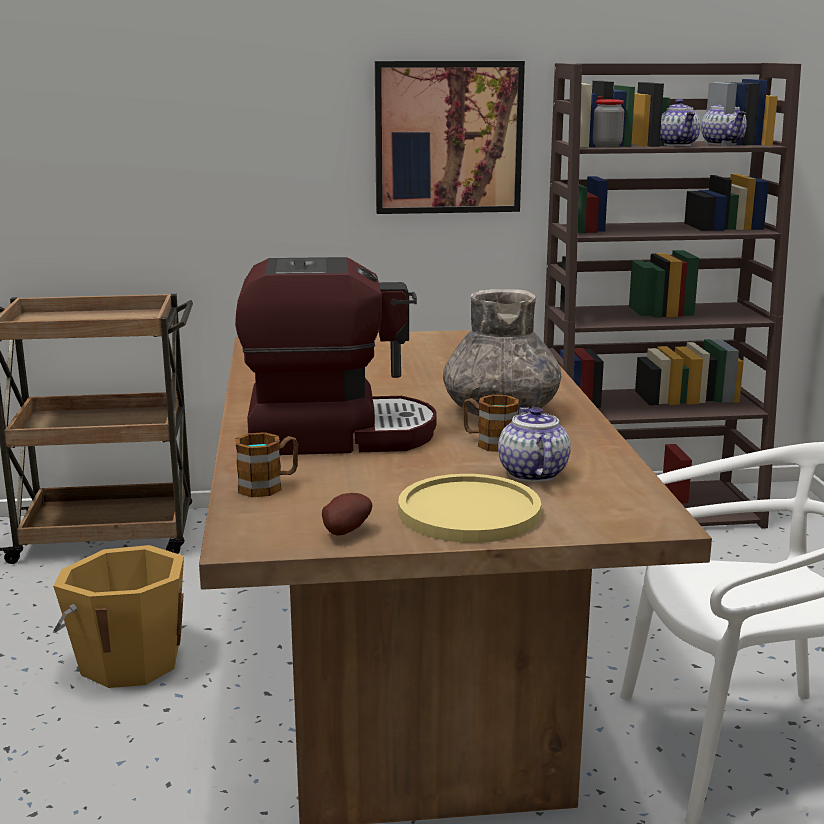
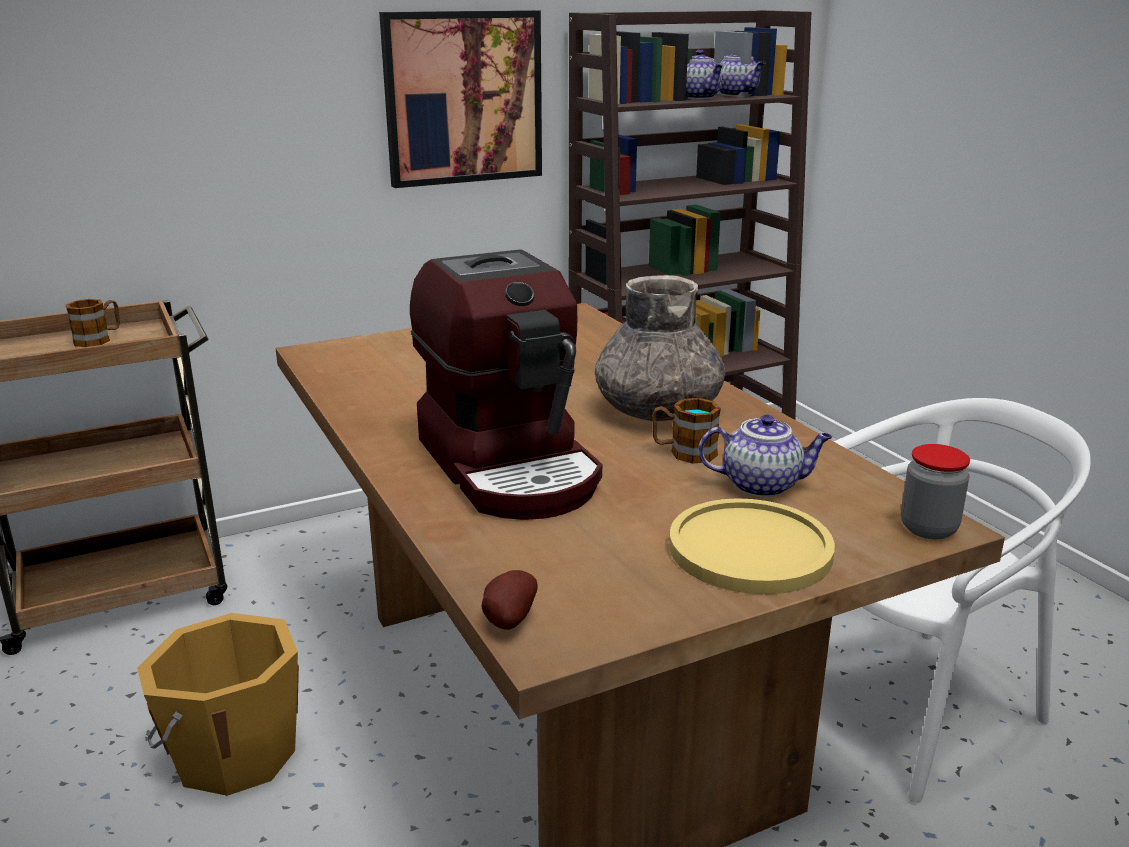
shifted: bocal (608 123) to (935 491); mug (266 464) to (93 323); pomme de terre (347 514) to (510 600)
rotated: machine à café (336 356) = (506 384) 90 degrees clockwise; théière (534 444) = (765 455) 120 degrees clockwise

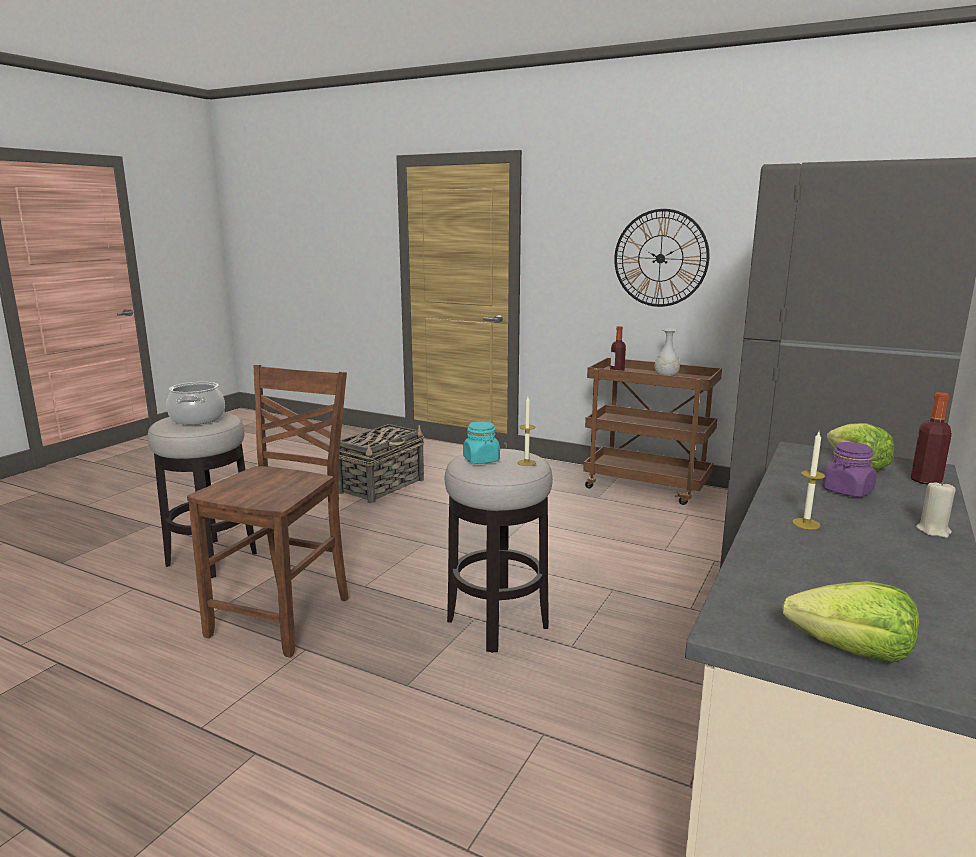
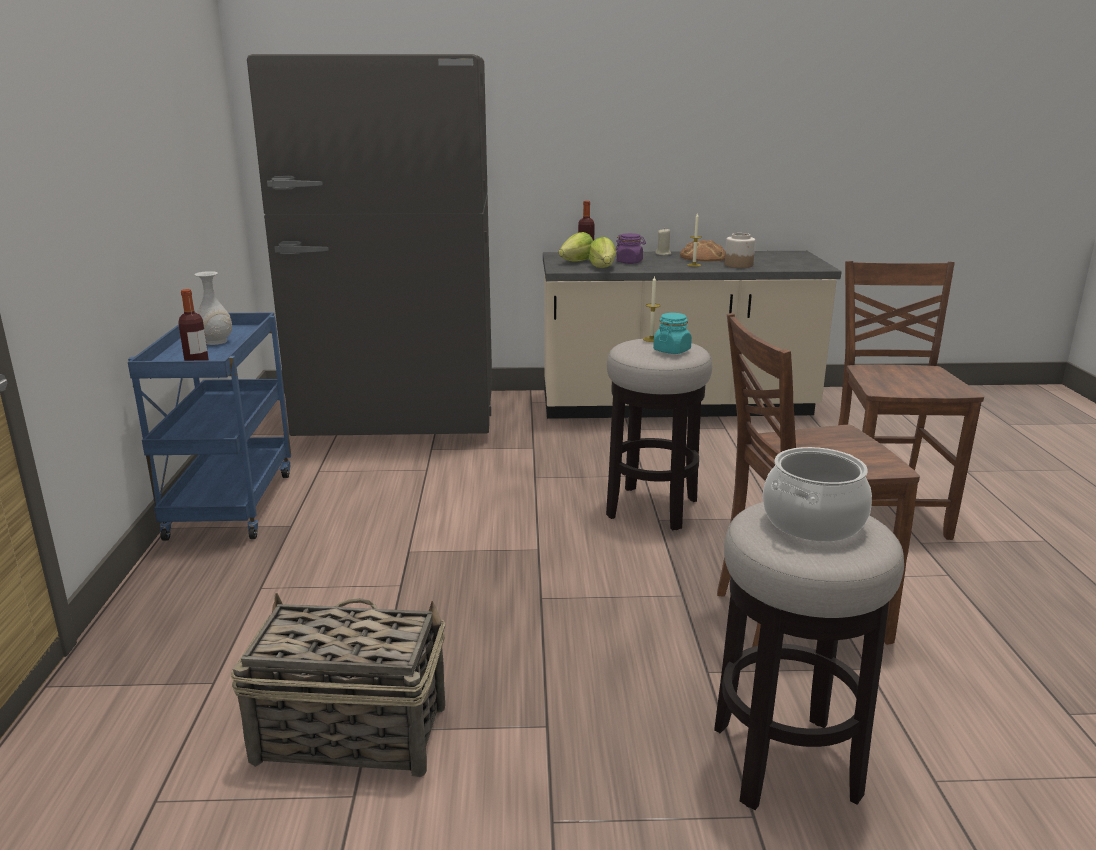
gone: horloge murale (661 258)
new: bocal (740 250); pain (702 251); chaise (marron) (911 400)
shifted: laitue (850 622) to (602 252)
repainted: chariot (marron) (652 431) to chariot (bleu) (209 426)

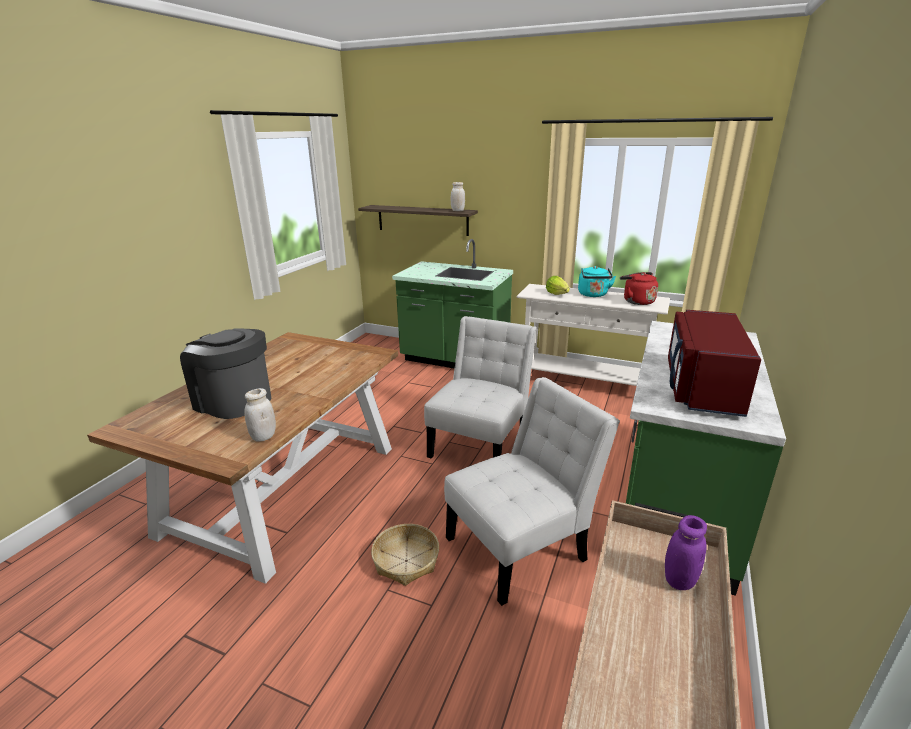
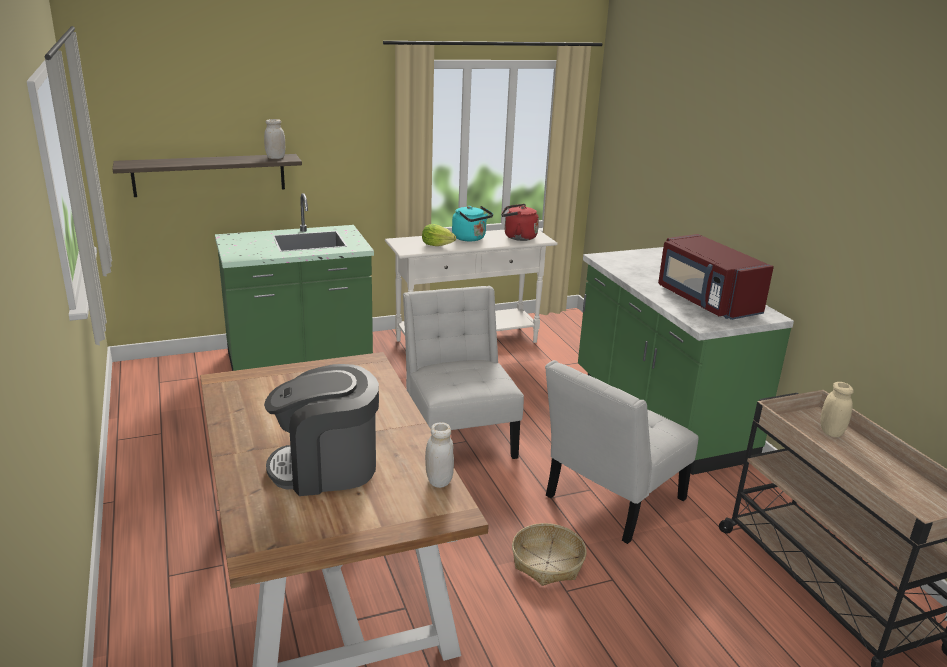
repainted: bocal (violet) (686 552) to bocal (beige) (837 409)
rotated: chaise (blanc) (532 491) = (622 452) 150 degrees counterclockwise

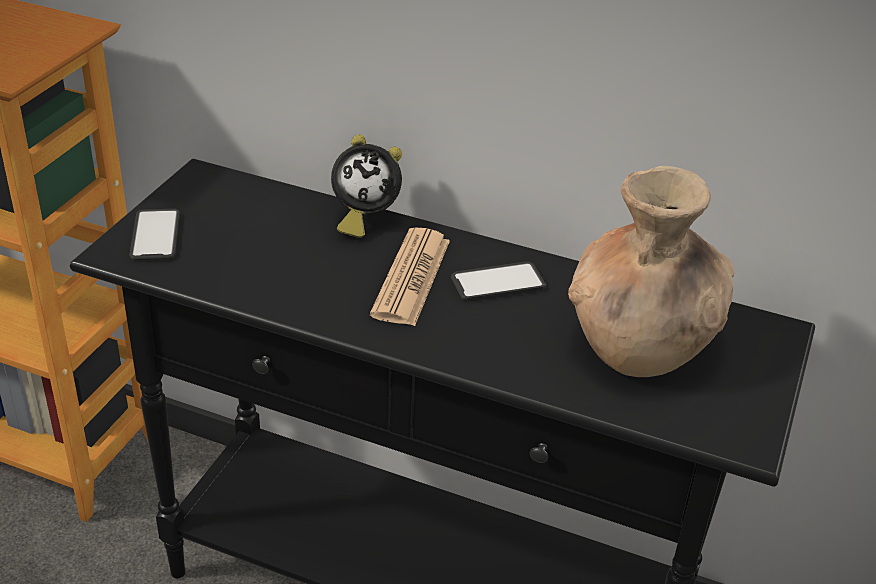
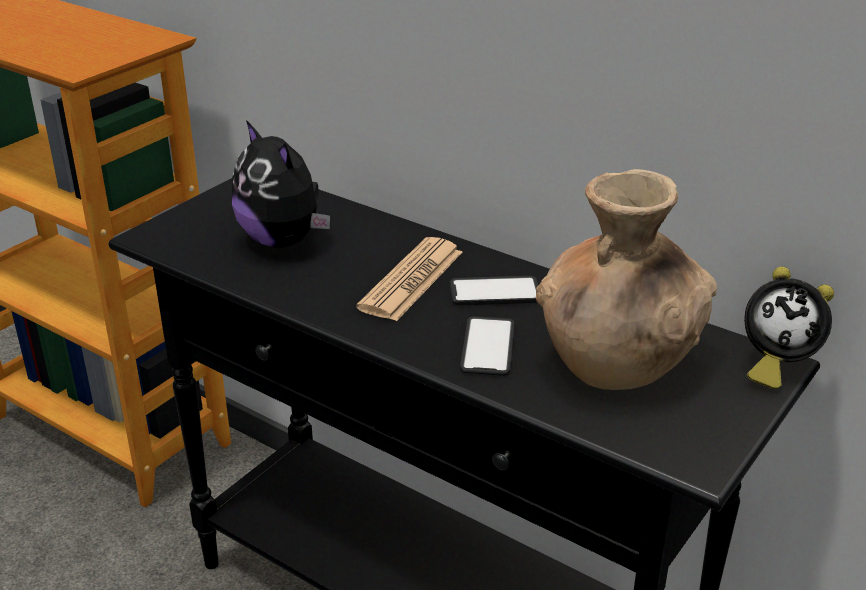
new: peluche (281 184)
shifted: réveil (366 186) to (789 328); téléphone (155 234) to (487 346)

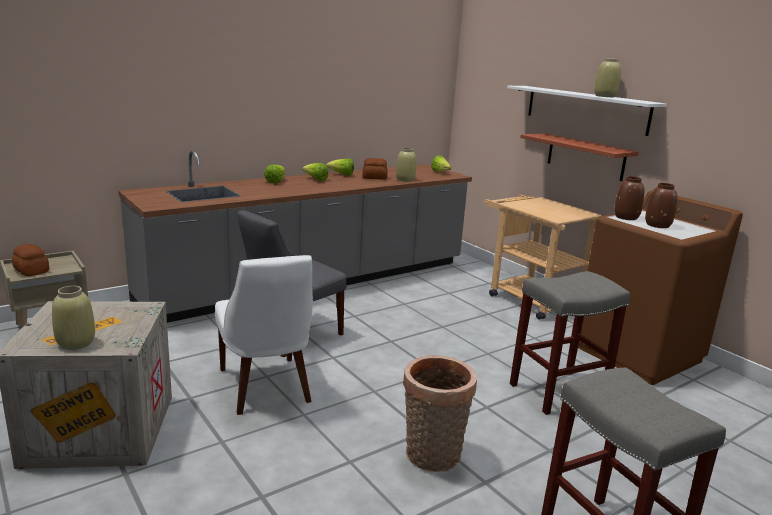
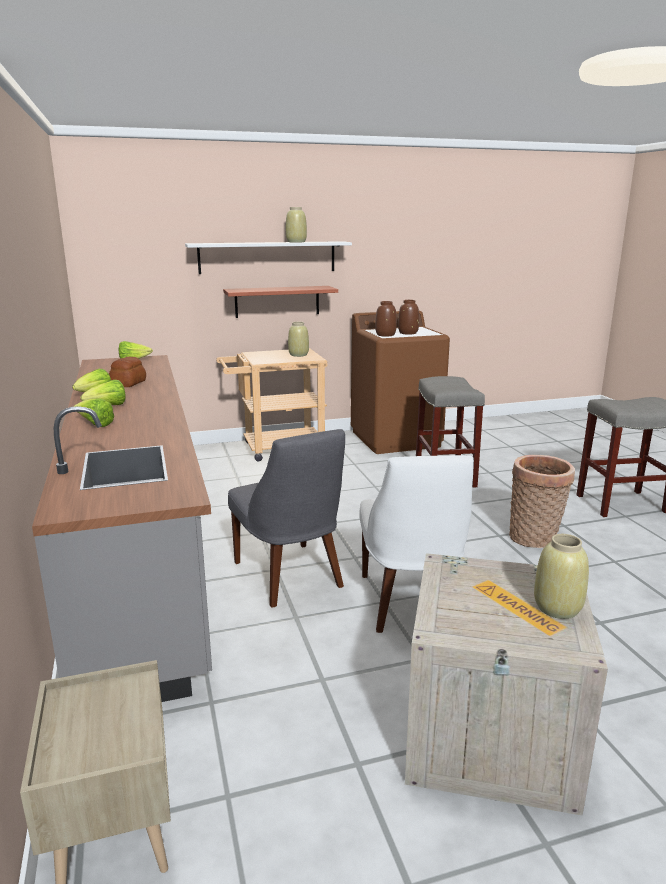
gone: pain (30 260)
shifted: vase (beige) (406 165) to (298 339)
rotated: chaise (blanc) (264 335) = (416 544) 90 degrees clockwise

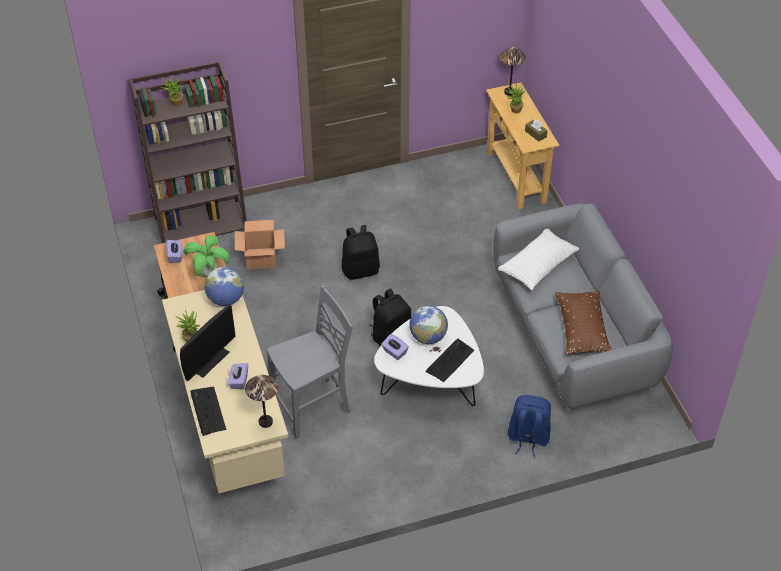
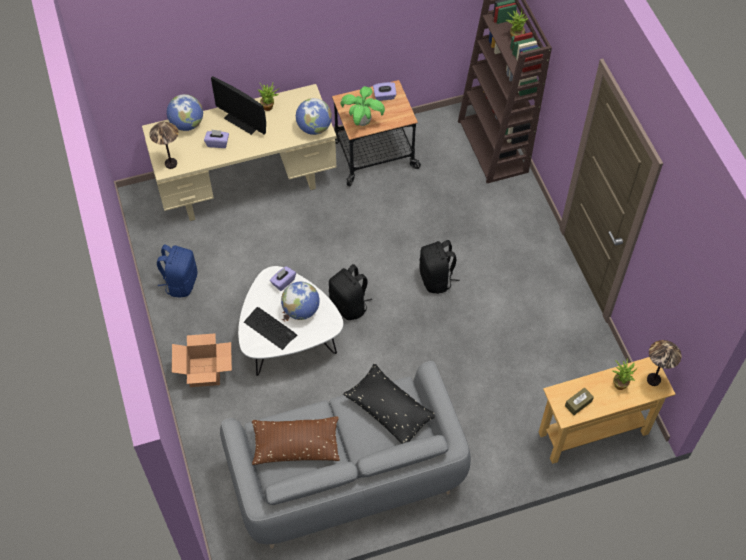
gone: chaise (gris) (310 362)
shifted: carton (260 244) to (202 360); sac à dos (bleu) (529 426) to (177 271)
swapped: clavier (208 411) to globe (185 112)
repainted: coussin (blanc) (538 259) to coussin (noir) (389 404)

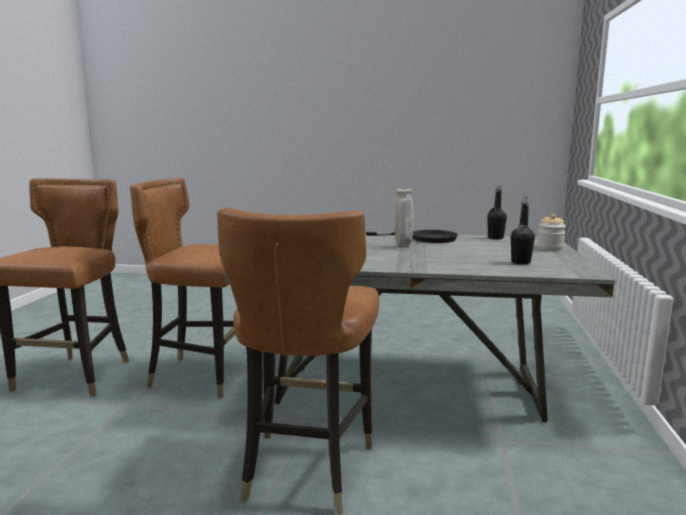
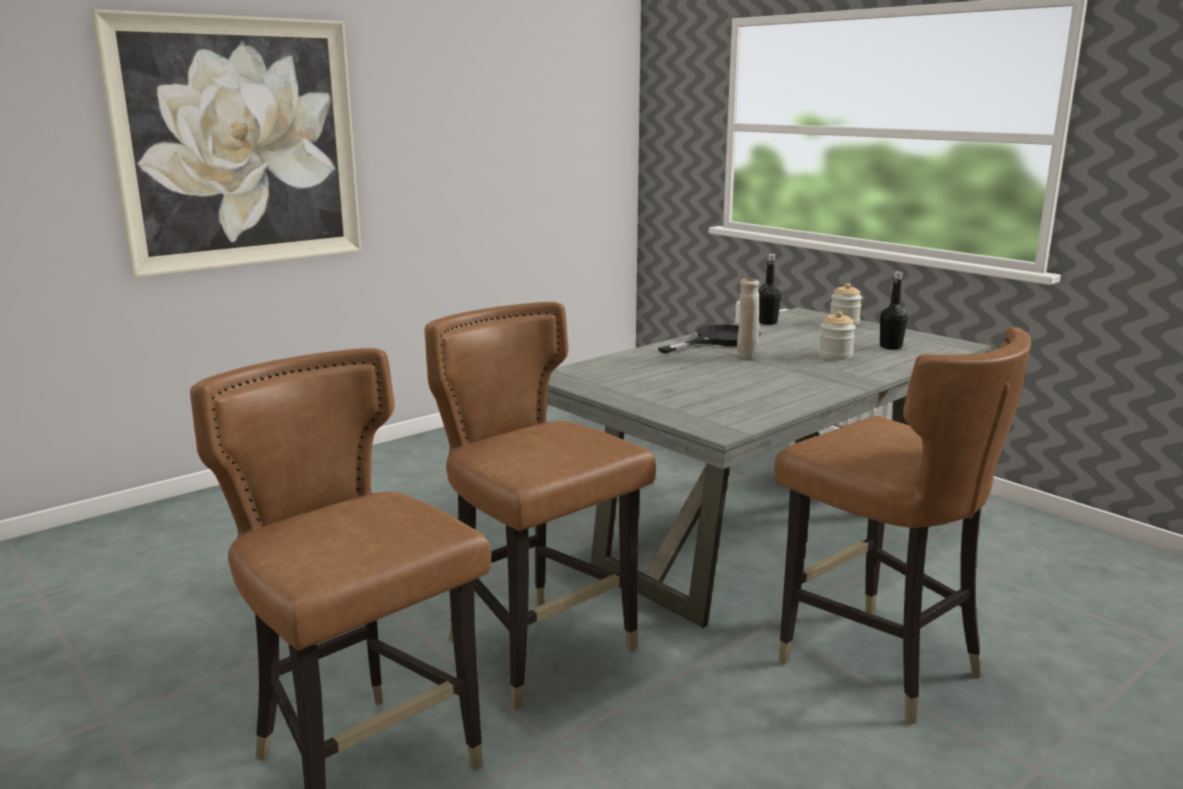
new: tableau (226 143); bocal (837 335)
rotated: chaise (marron) (188 288) = (540 506) 90 degrees clockwise

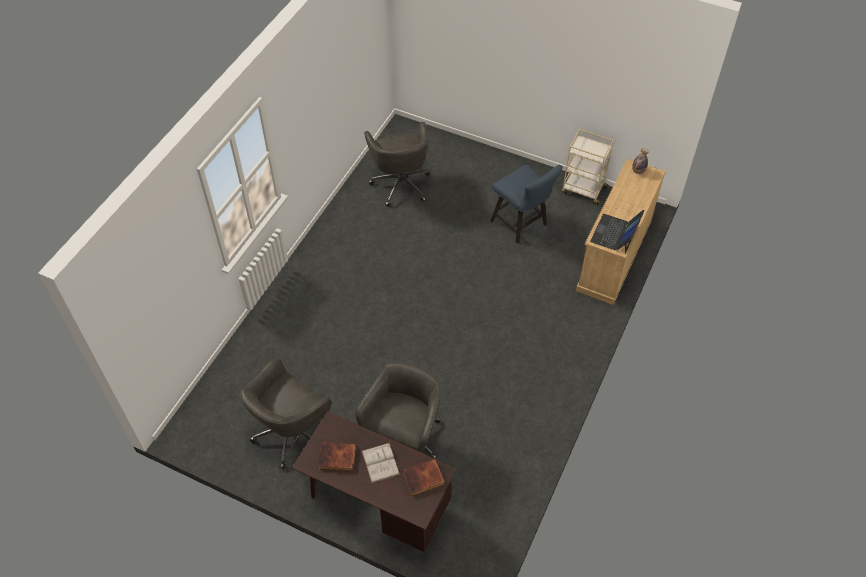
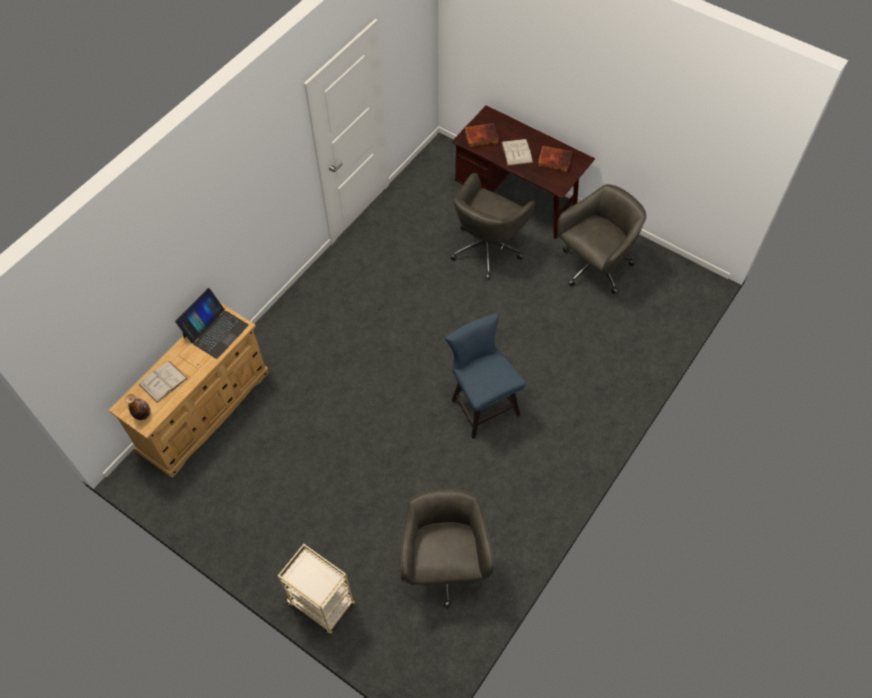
new: livre (blanc) (163 382)
shifted: chariot (beige) (588 167) to (316 589); chaise (bleu) (527 204) to (485 376)

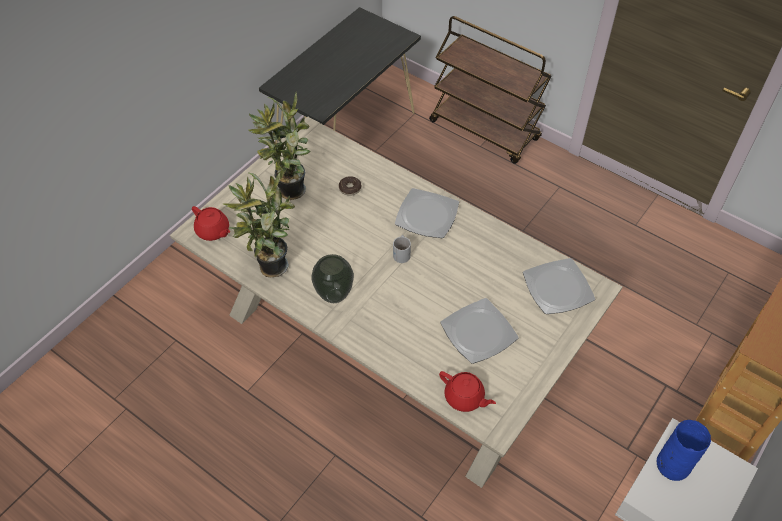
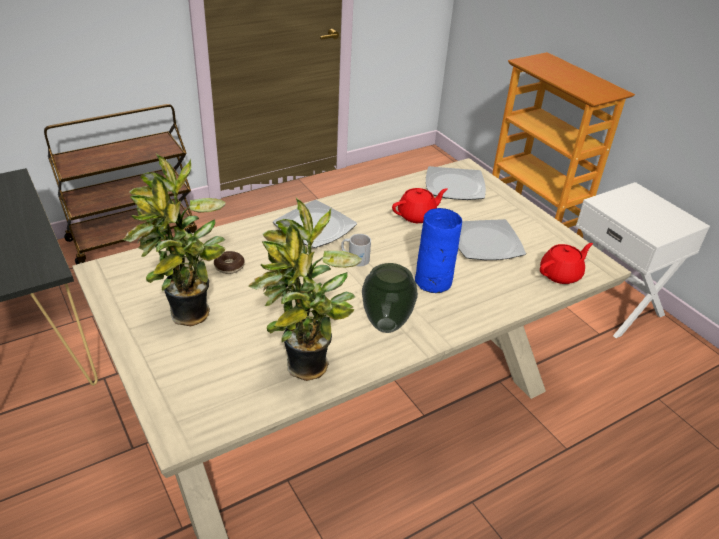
shifted: théière (rouge) (211 223) to (420 205); vase (bleu) (683 450) to (438 250)

